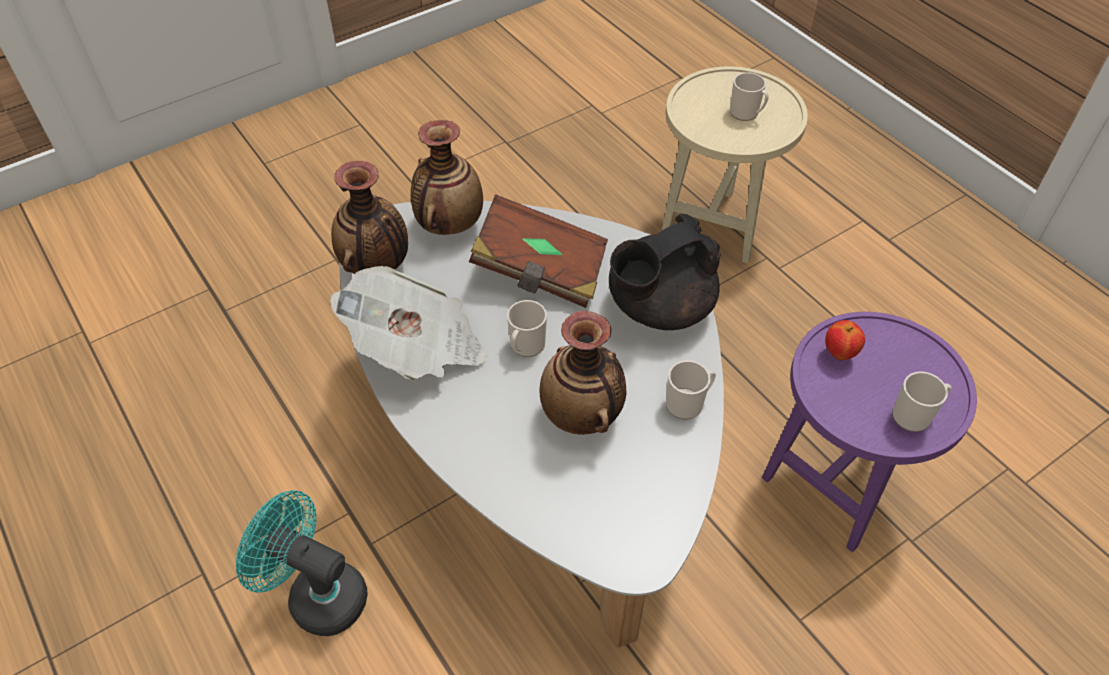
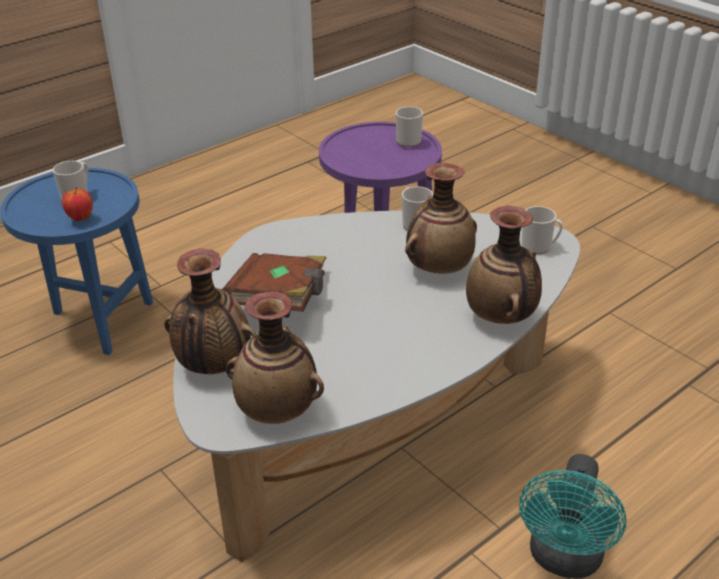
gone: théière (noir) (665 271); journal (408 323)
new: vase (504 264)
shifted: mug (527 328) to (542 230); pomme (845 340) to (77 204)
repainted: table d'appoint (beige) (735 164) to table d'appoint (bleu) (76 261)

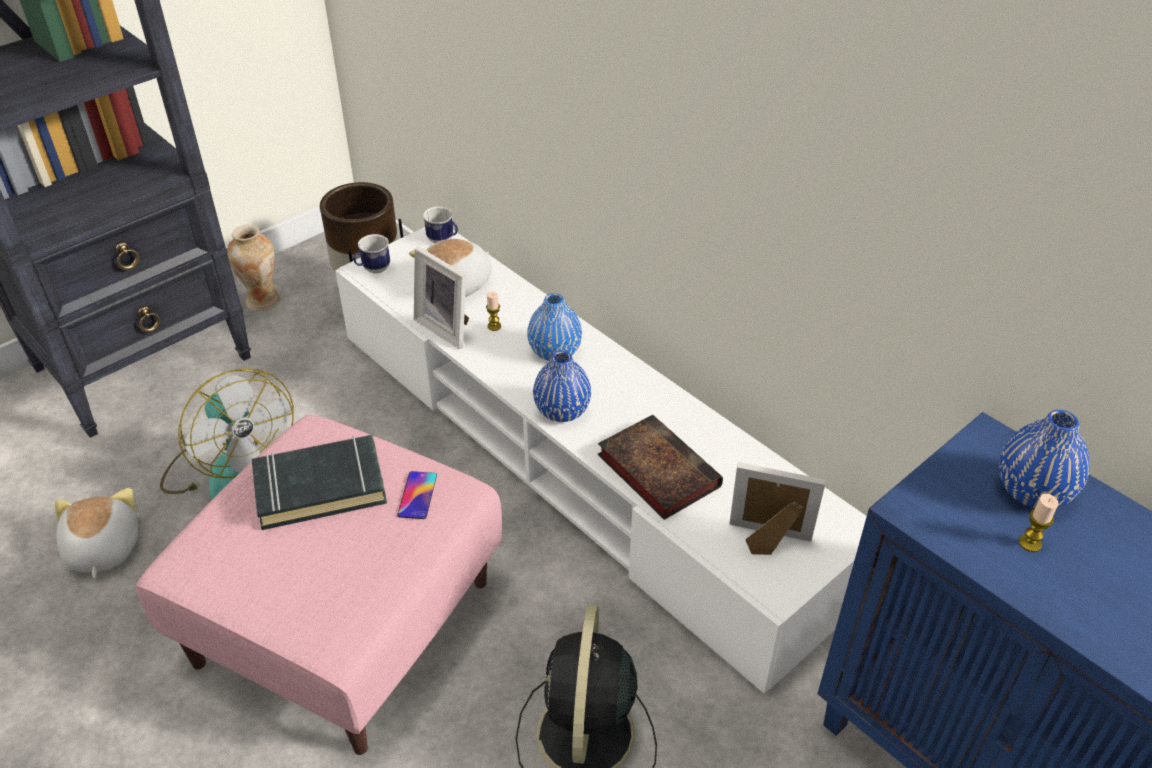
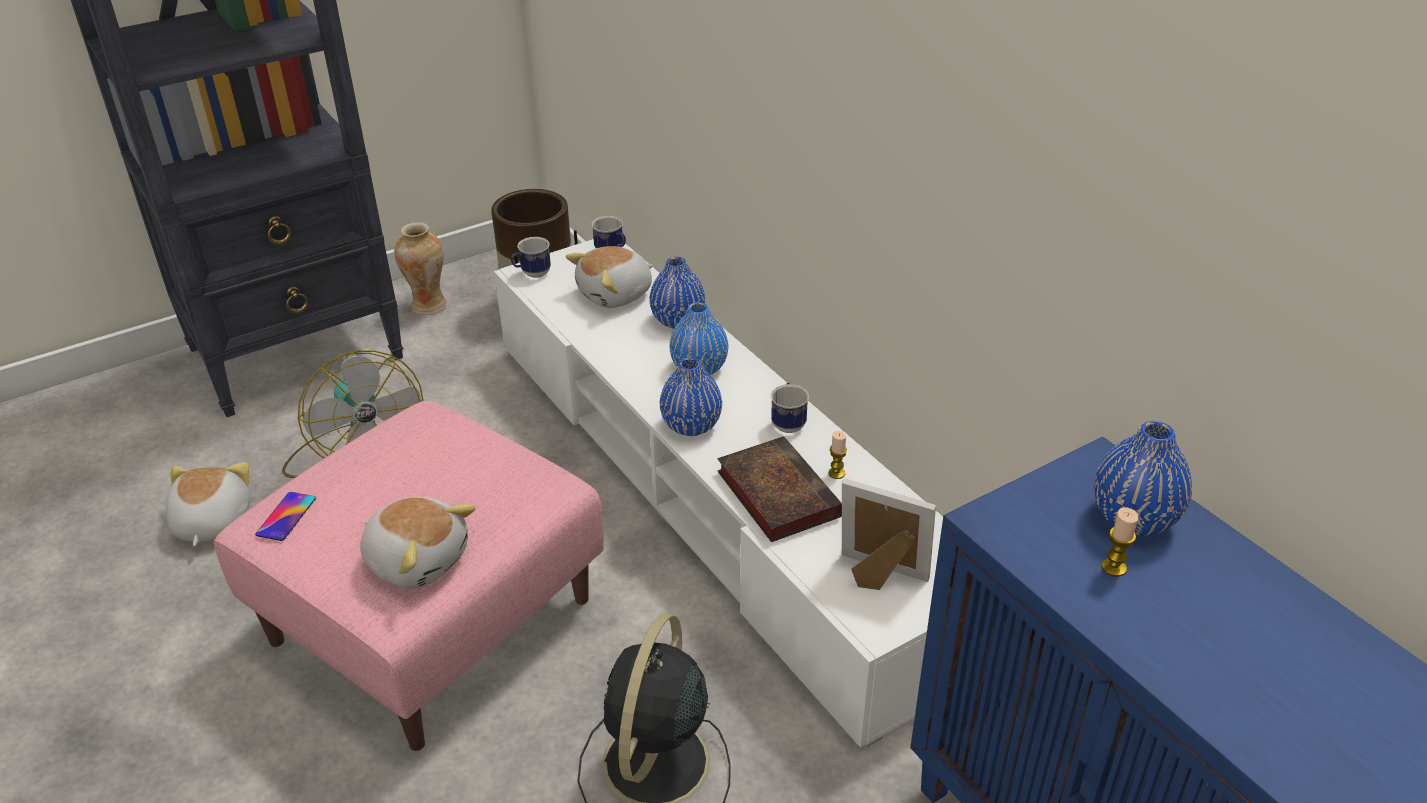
gone: cadre photo (441 297); livre (noir) (319 482)
new: vase (bleu) (677 293); mug (790 408); peluche (418 542)
shifted: bougie (493 311) to (837 455); téléphone (417 495) to (285 516)

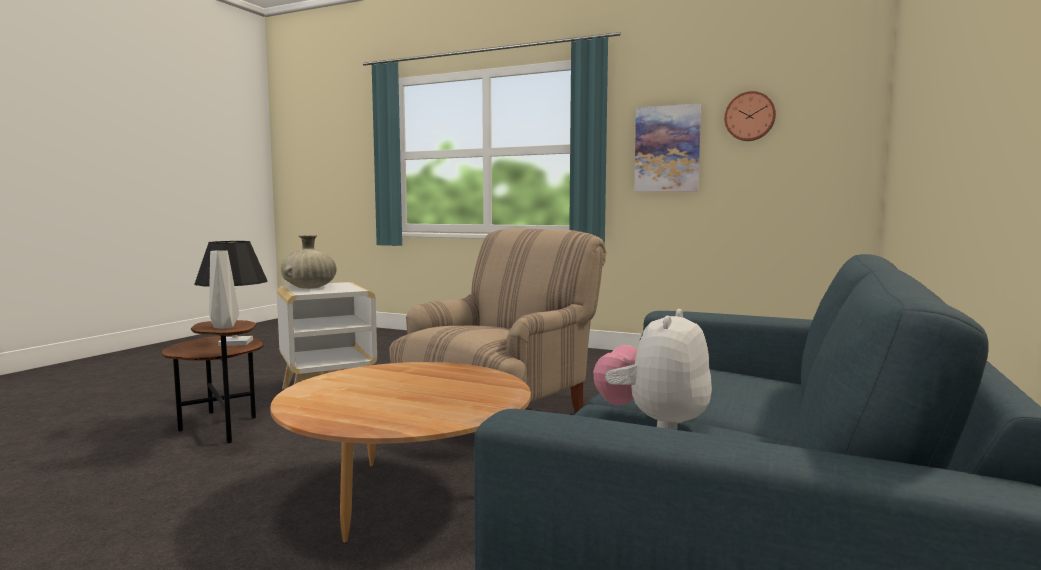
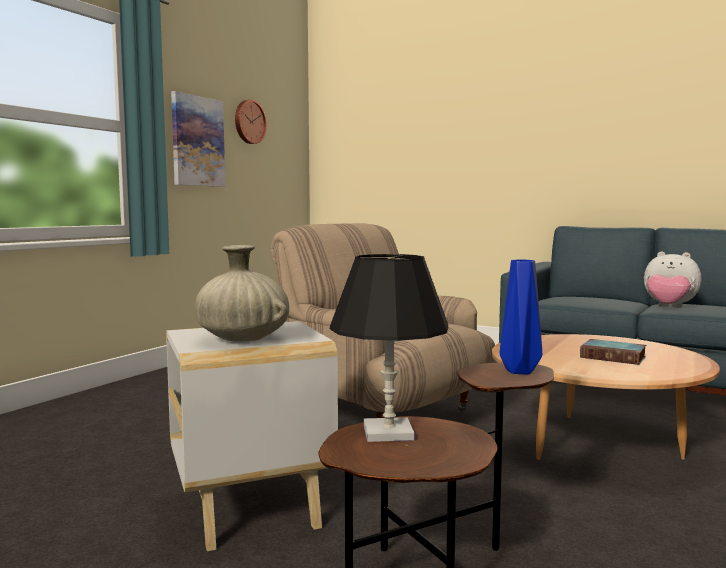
new: livre (613 352)
repainted: vase (gris) (224 289) to vase (bleu) (521 317)

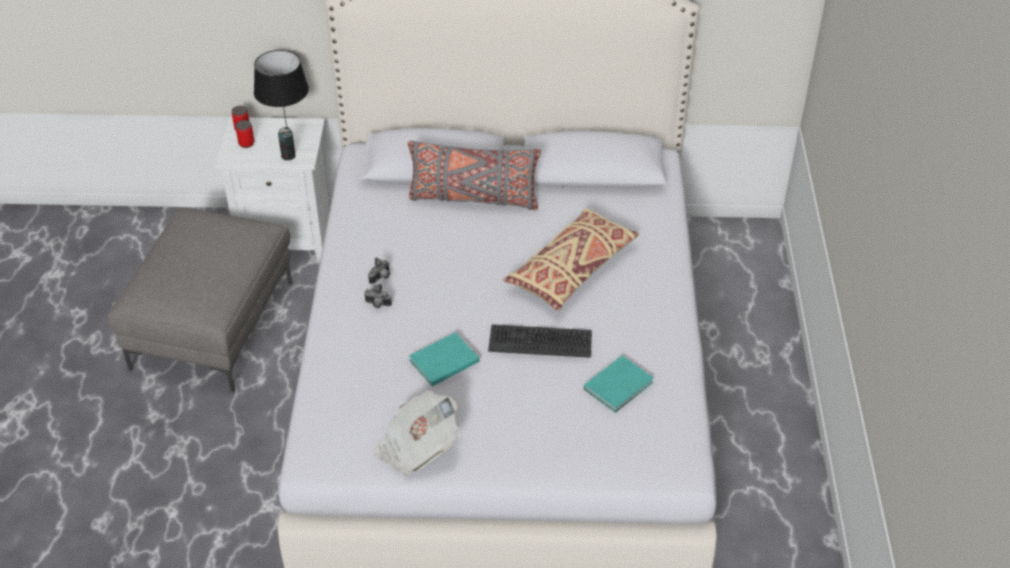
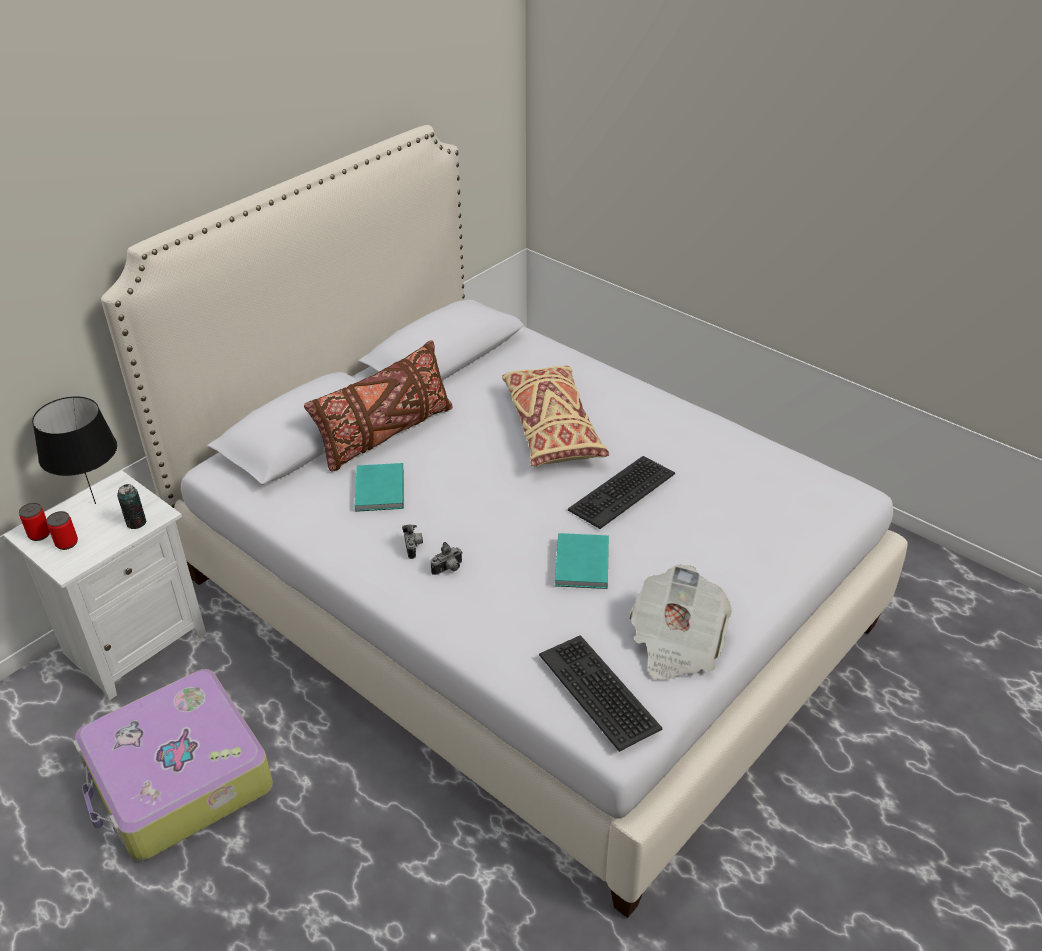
new: clavier (600 693)
shifted: livre (turquoise) (619 384) to (379 487)
swapped: pouf (gris) (200 299) to valise (173 765)
repainted: coussin (gris) (474 175) to coussin (marron) (378 406)

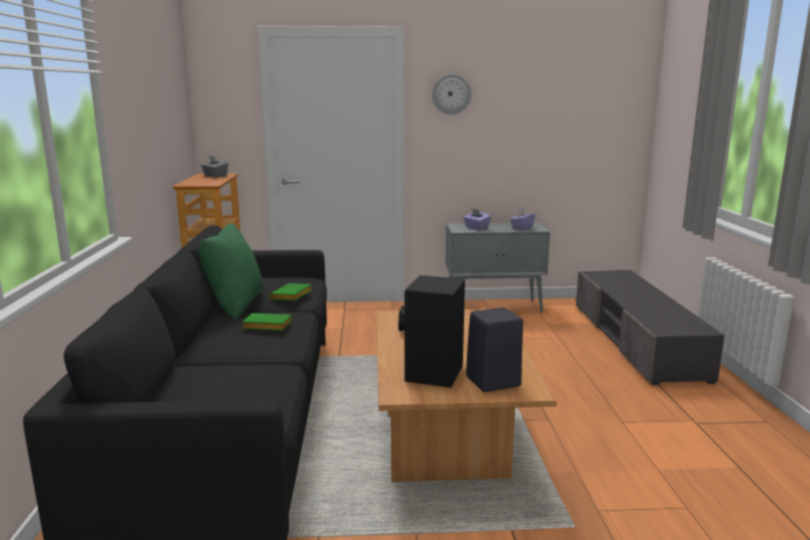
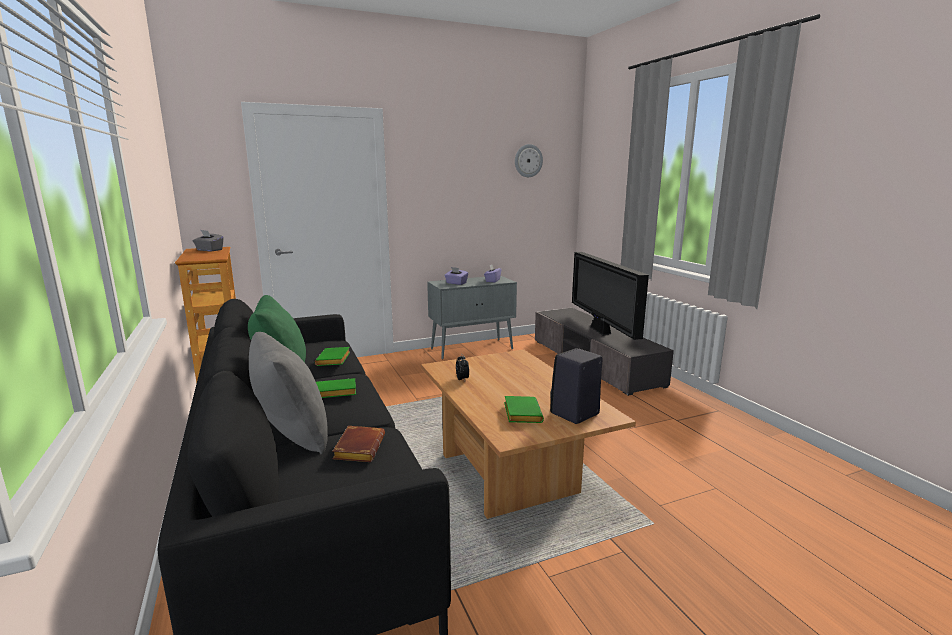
new: téléviseur (610 296); coussin (gris) (288 393); livre (marron) (358 444)
shifted: horloge murale (451 93) to (529 160)
swapped: enceinte (noir) (434 331) to livre (vert) (524 409)

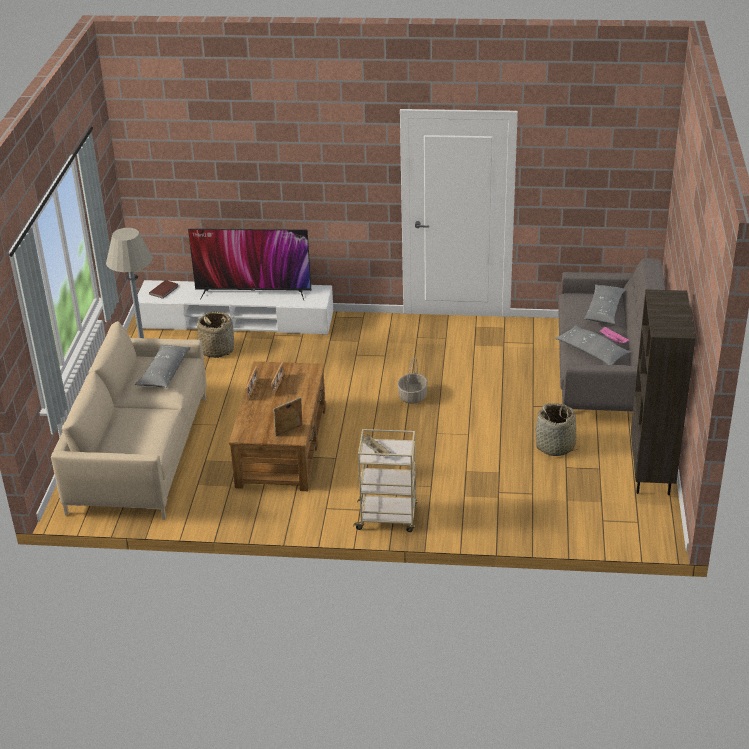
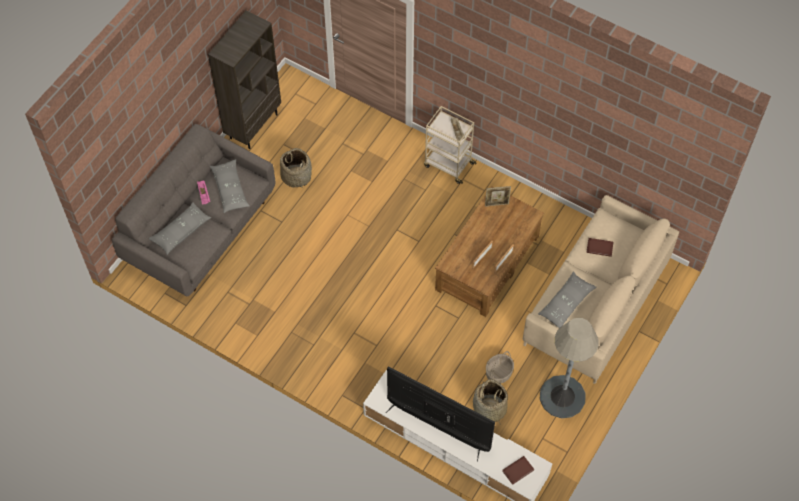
new: livre (marron) (599 247)
shifted: panier (412 381) to (500 367)

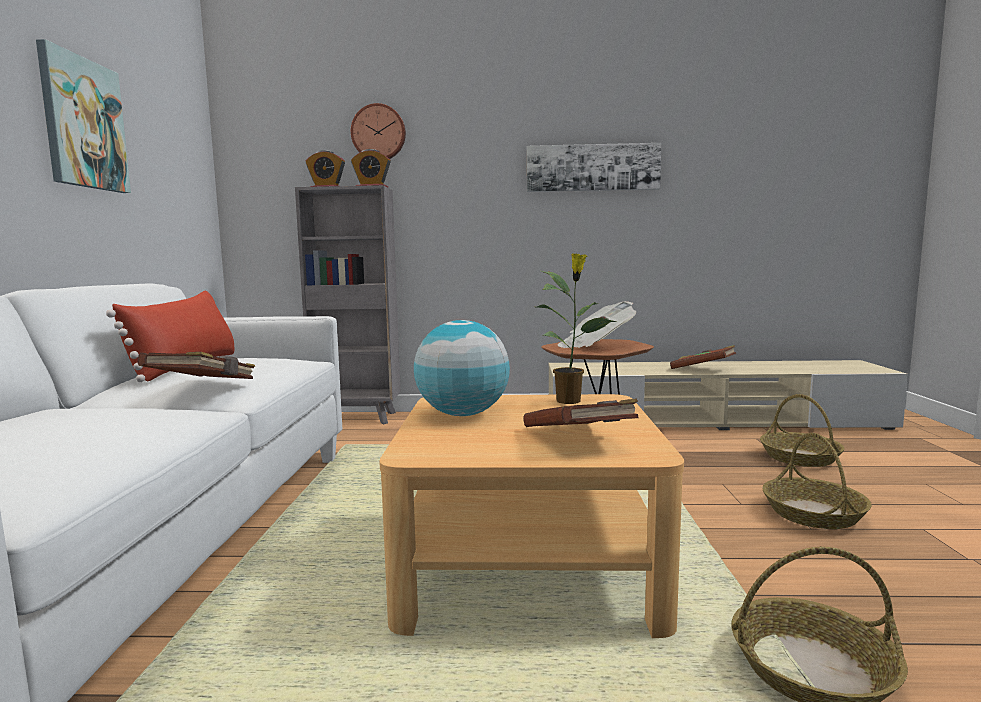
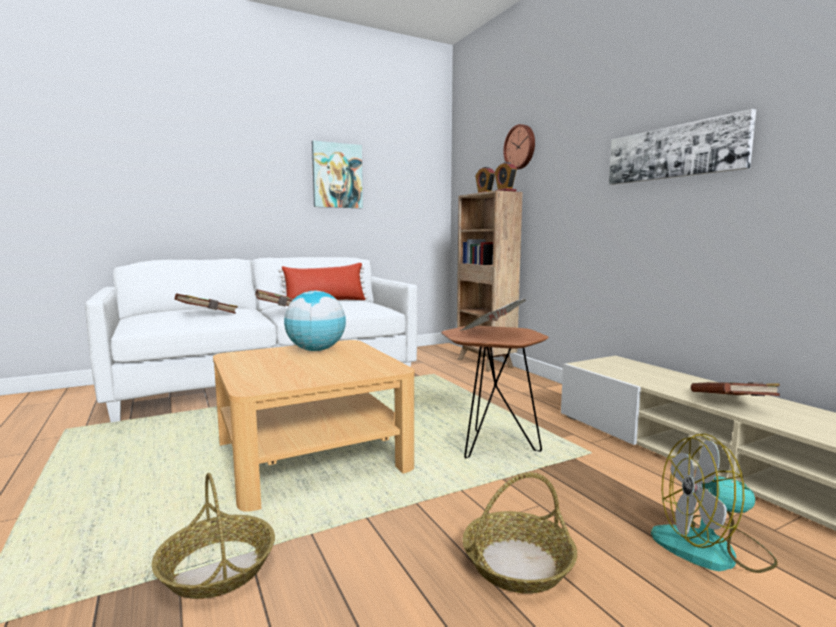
gone: plante en pot (577 328)
shifted: livre (marron) (580 412) to (206 303)
swapped: panier (802 430) to ventilateur (714 503)
repainted: bibliothèque (gris) (348 304) to bibliothèque (marron) (490 281)

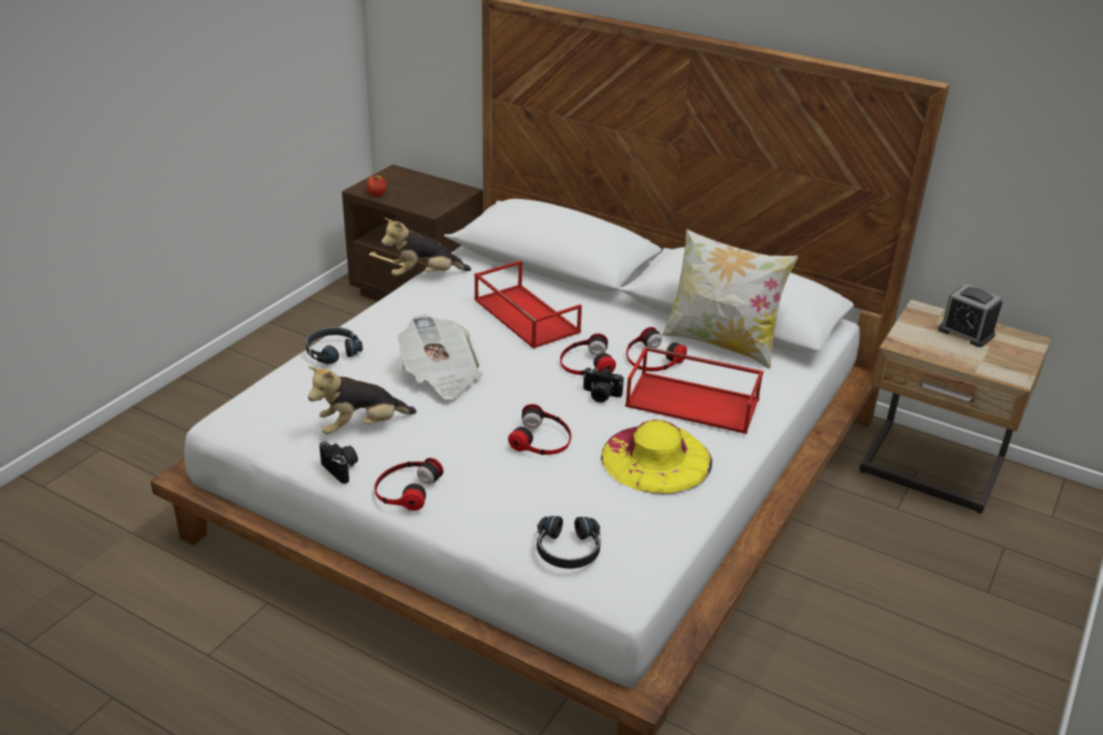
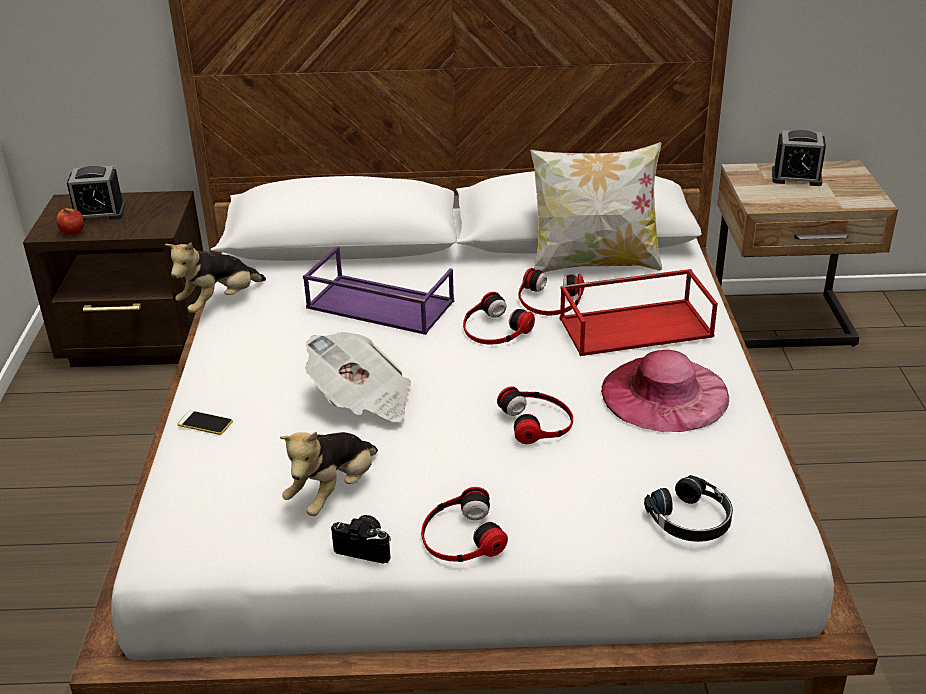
gone: appareil photo (603 385)
new: réveil (96 194)
swapped: casque audio (noir) (334 345) to téléphone (205 423)
repainted: plateau (rouge) (528 305) to plateau (violet) (378 290); chapeau (jaune) (656 456) to chapeau (rose) (665 391)

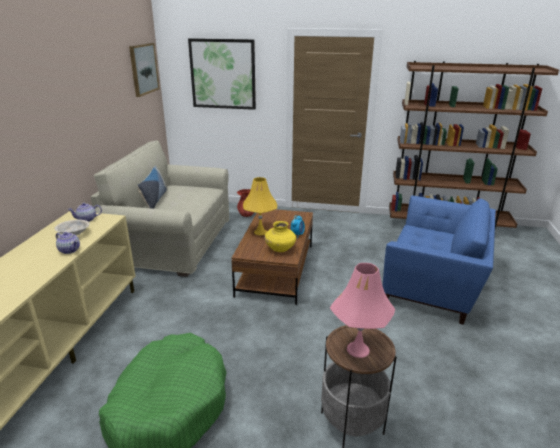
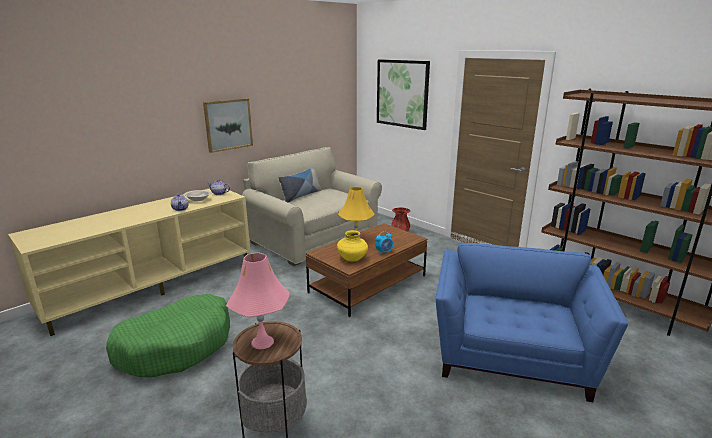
shifted: tableau (144 70) to (228 125)
rotated: fauteuil (bleu) (439 260) = (532 322) 135 degrees counterclockwise

